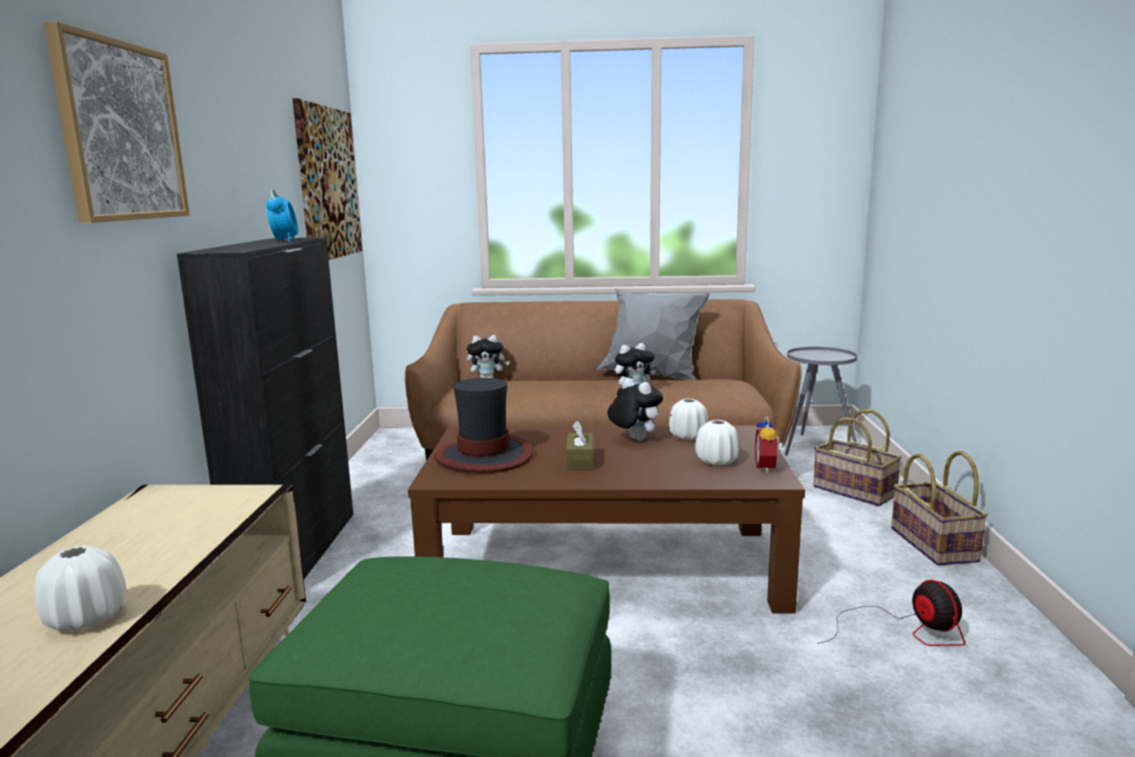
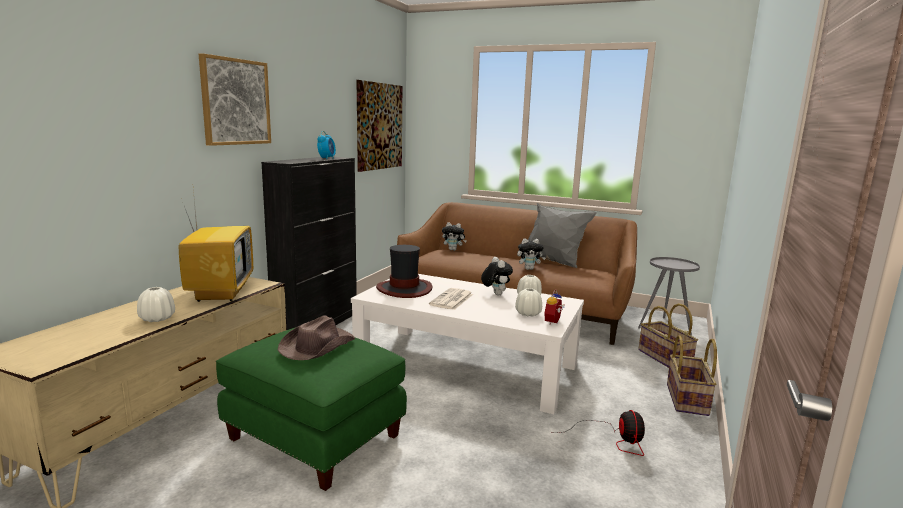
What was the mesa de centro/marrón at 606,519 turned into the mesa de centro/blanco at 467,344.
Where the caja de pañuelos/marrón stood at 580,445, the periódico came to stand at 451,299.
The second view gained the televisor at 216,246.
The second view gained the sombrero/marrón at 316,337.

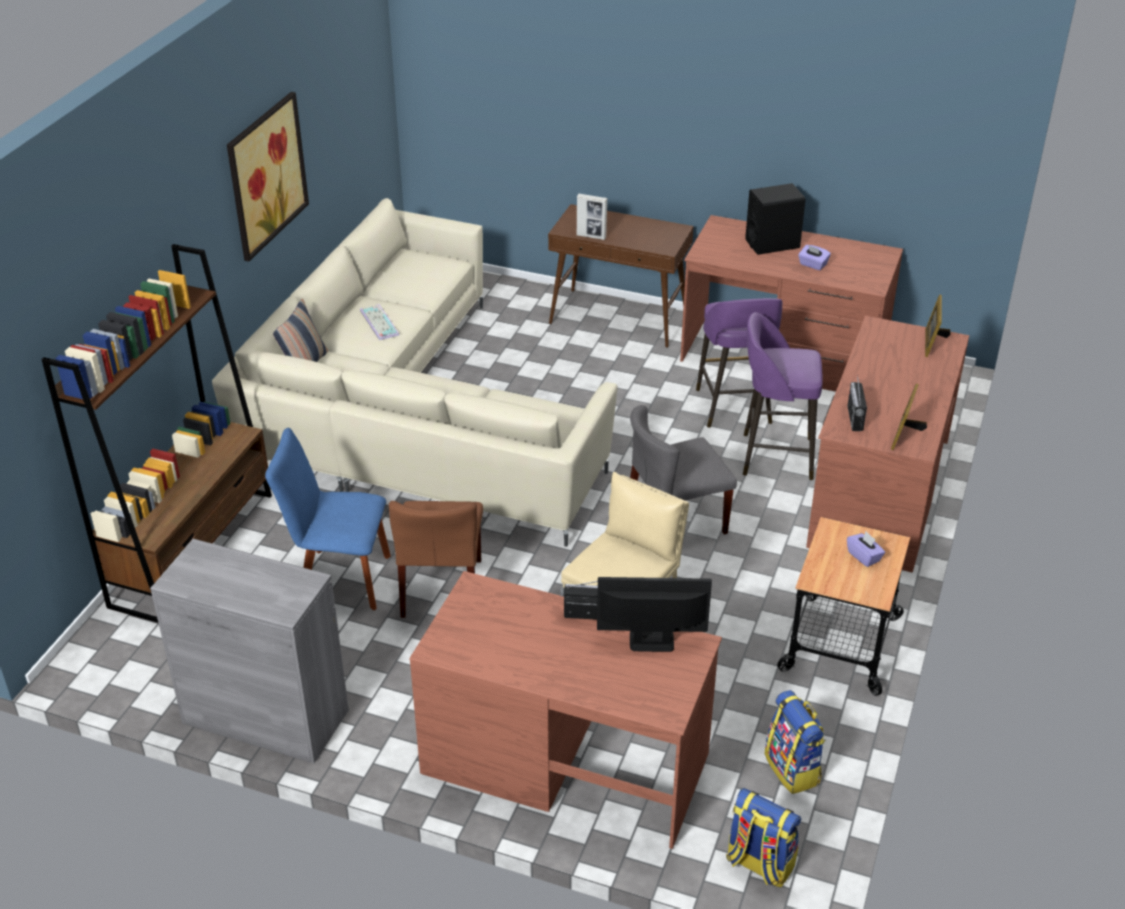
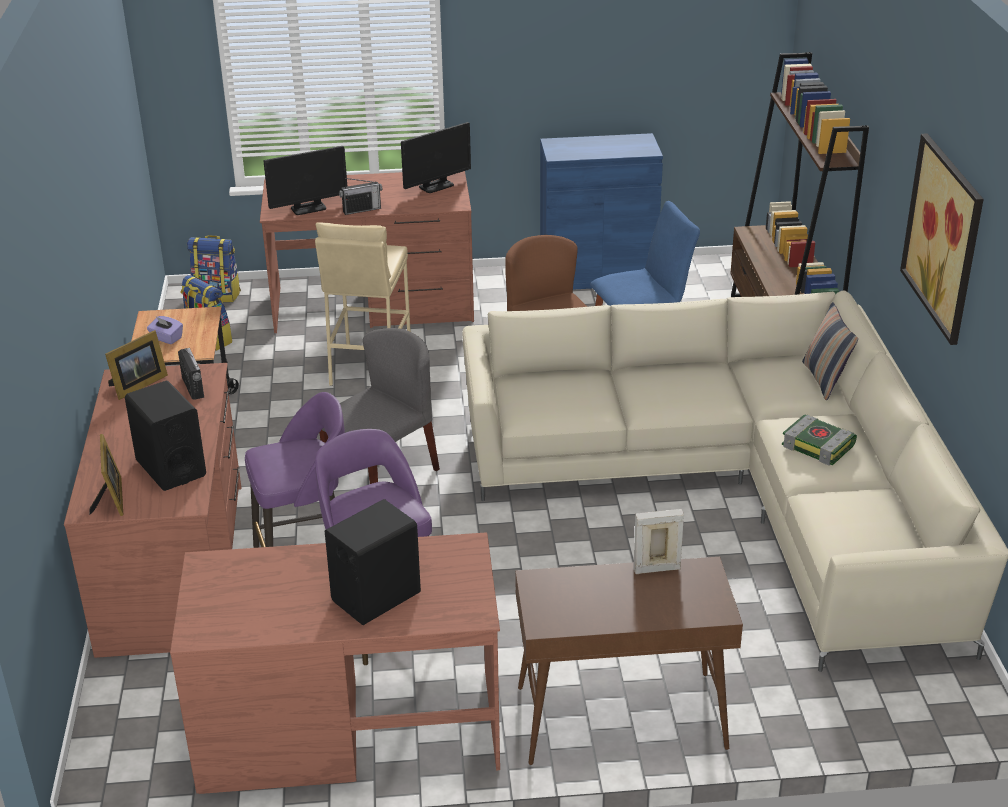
What was the armario/gris at 249,651 turned into the armario/azul at 601,211.
Where the teclado stood at 379,322, the libro came to stand at 819,440.
The second view lost the caja de pañuelos/morado at 814,257.
The portarretratos at 909,417 ended up facing another way, 45 degrees clockwise from before.
The second view gained the altavoz/negro at 165,436.
The second view gained the monitor at 436,157.

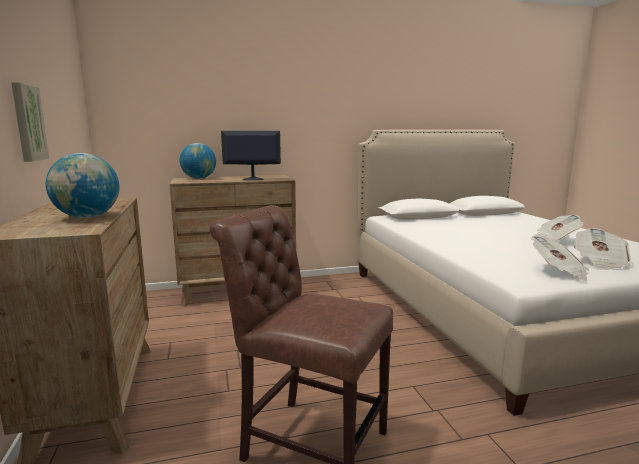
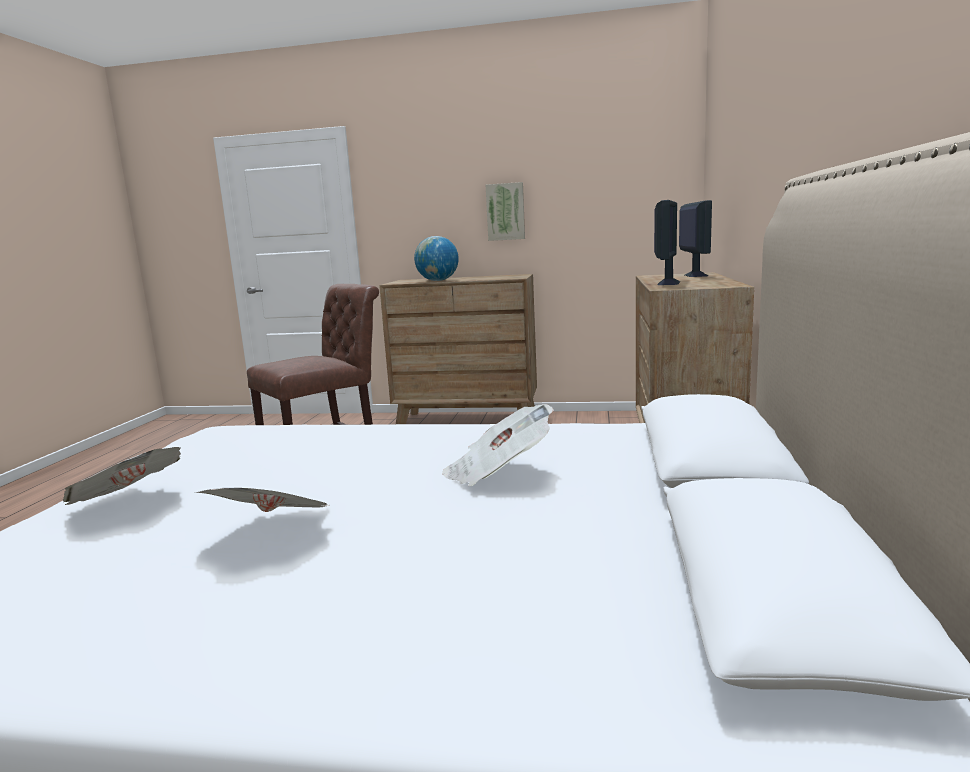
Where the globo terráqueo stood at 198,161, the monitor came to stand at 695,238.
The periódico ended up elsewhere, having gone from 561,258 to 498,445.

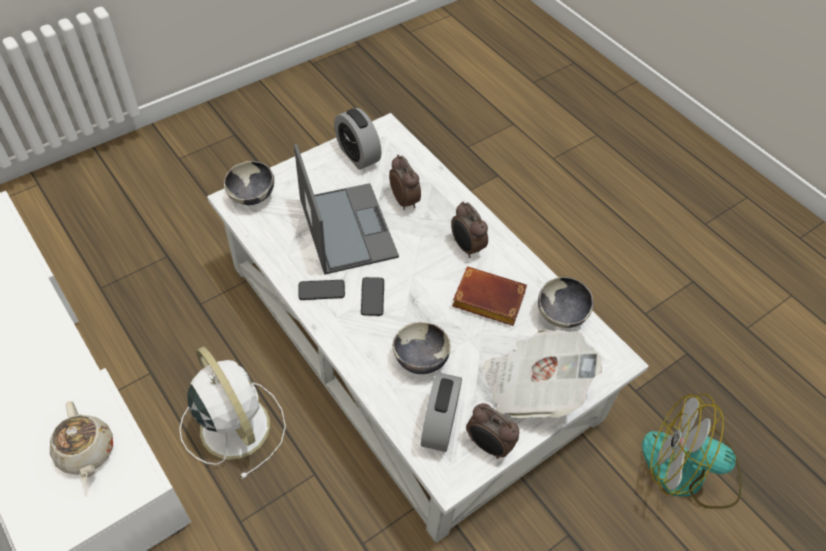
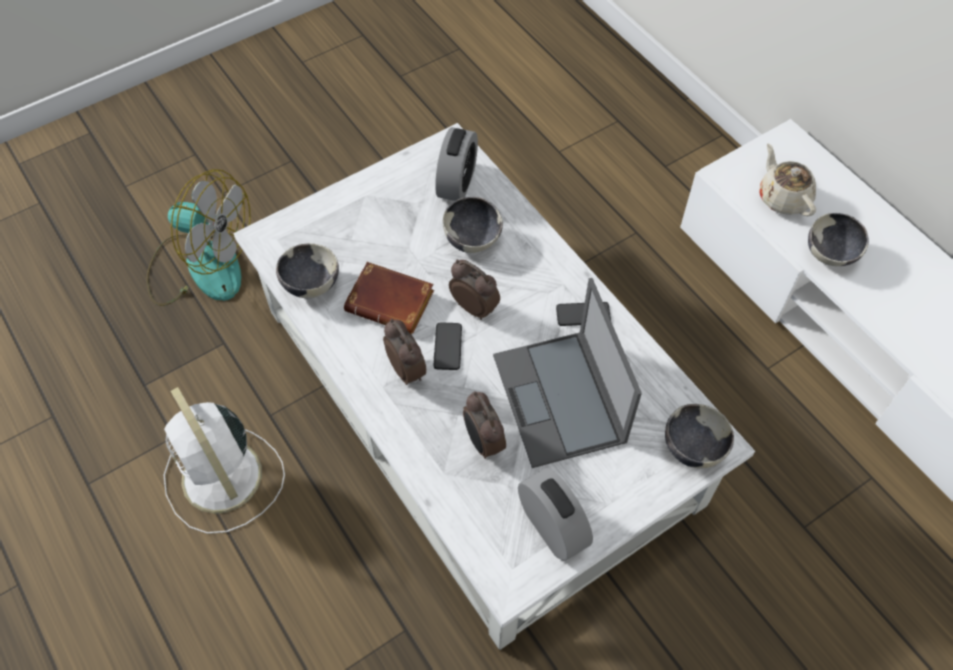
The ventilador/blanco ended up elsewhere, having gone from 232,412 to 224,460.
The móvil ended up elsewhere, having gone from 372,296 to 447,346.
The despertador ended up elsewhere, having gone from 492,431 to 474,290.
The second view lost the periódico at 542,374.
The second view gained the cuenco at 838,239.

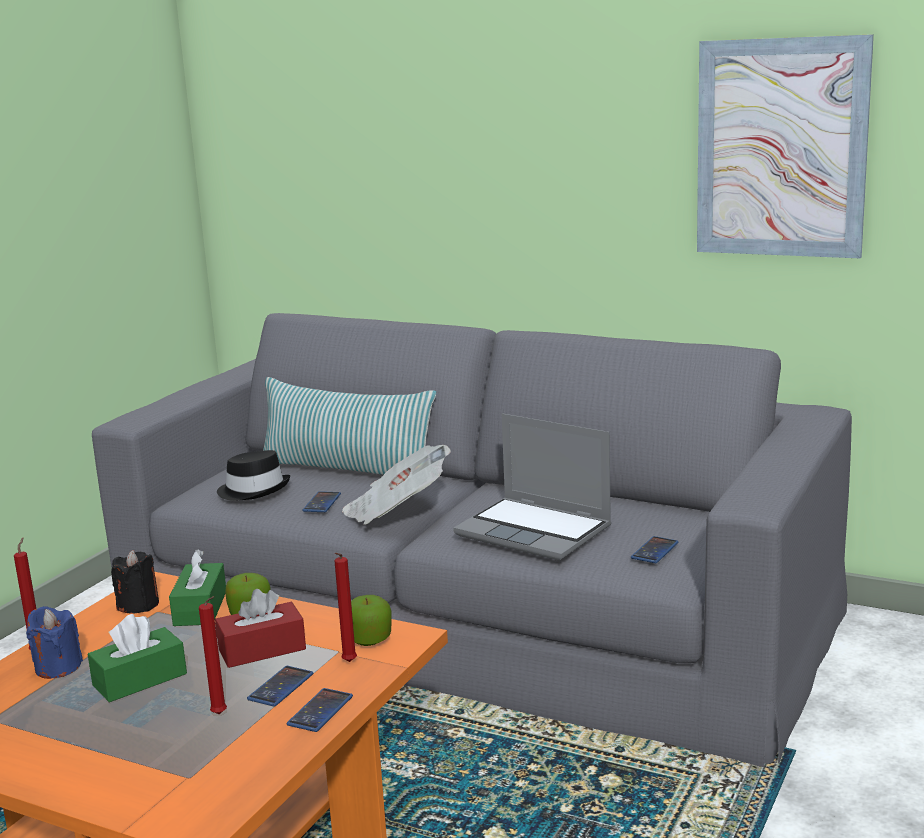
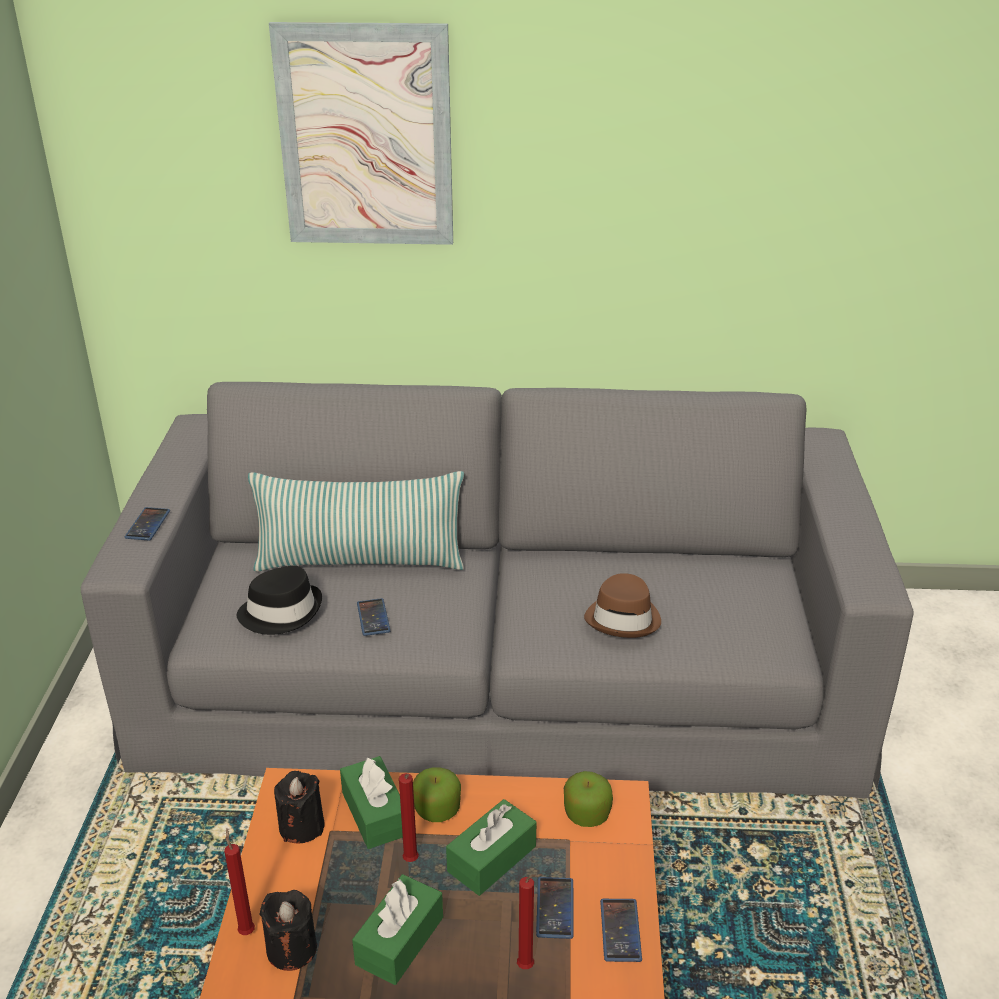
What was the vela/azul at 54,642 turned into the vela/negro at 288,930.
What was the caja de pañuelos/rojo at 260,628 turned into the caja de pañuelos/verde at 491,847.
The vela/rojo ended up elsewhere, having gone from 345,607 to 409,817.
The second view lost the periódico at 396,485.
Where the portátil stood at 532,487, the sombrero/marrón came to stand at 622,605.
The móvil ended up elsewhere, having gone from 655,549 to 147,524.
The cuadro ended up elsewhere, having gone from 785,146 to 361,133.

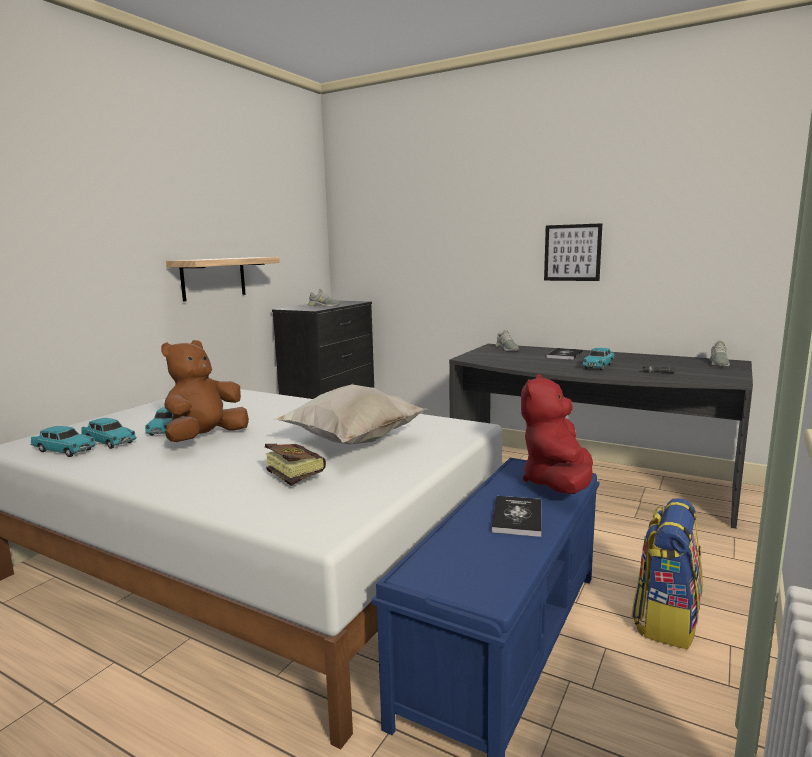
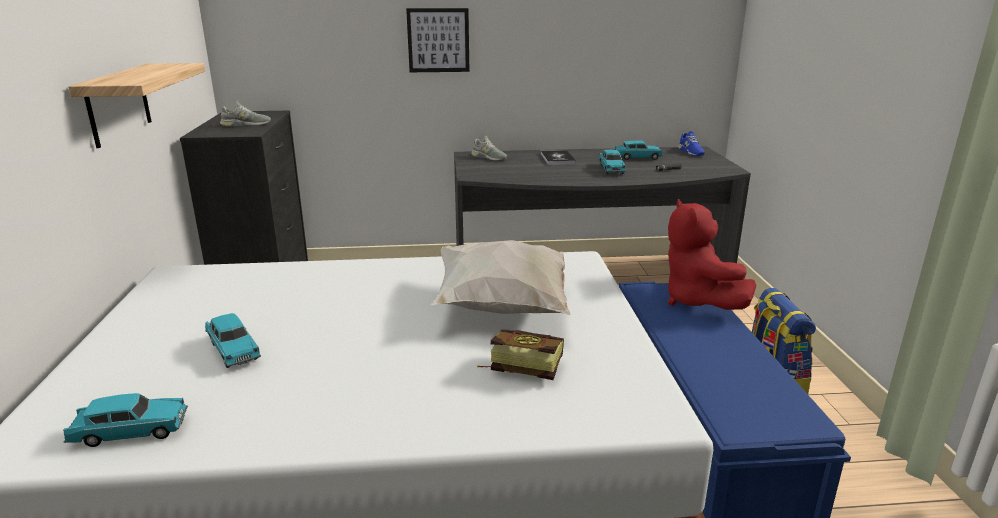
The coche de juguete/turquesa ended up elsewhere, having gone from 109,433 to 639,150.
The second view lost the peluche/marrón at 205,391.
The second view lost the libro at 516,516.
The cuadro ended up elsewhere, having gone from 573,252 to 438,40.
What was the zapato/gris at 719,353 turned into the zapato/azul at 691,143.

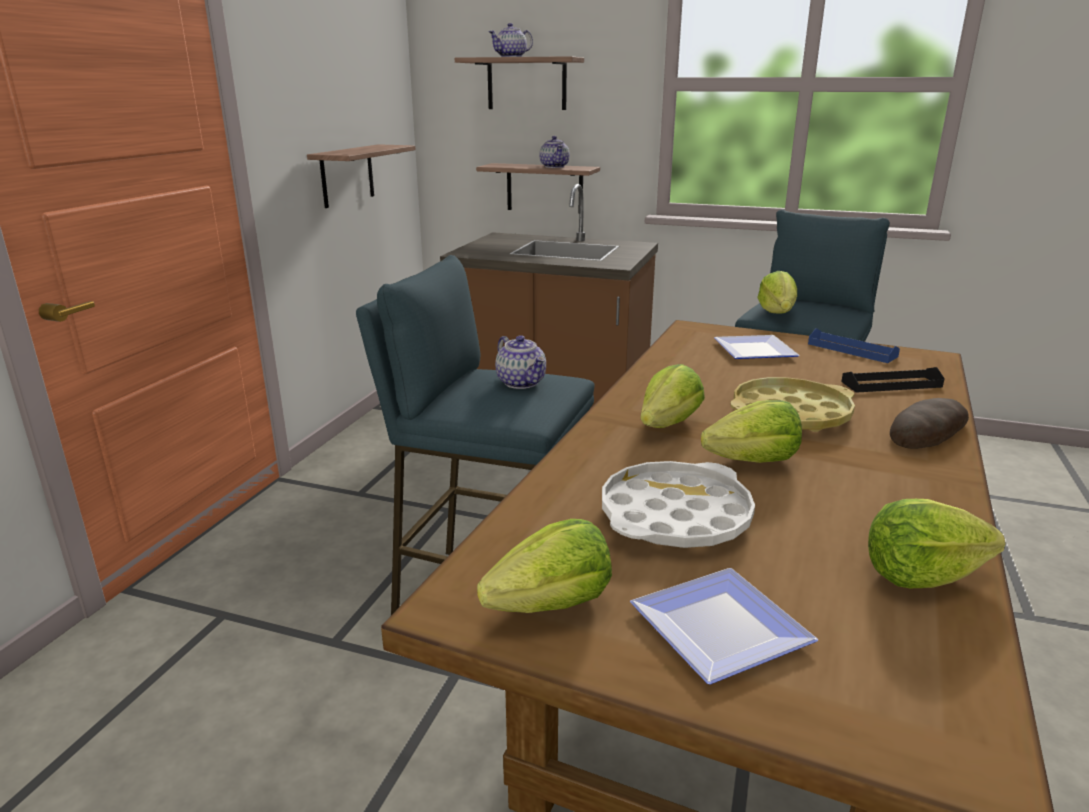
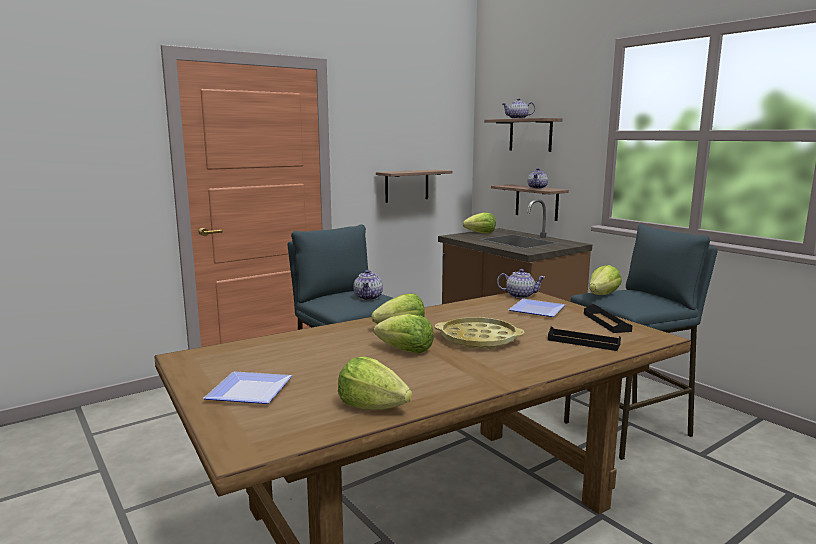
The lechuga ended up elsewhere, having gone from 544,566 to 479,223.
The second view lost the bandeja/blanco at 678,504.
What was the bandeja/azul at 854,345 turned into the bandeja/negro at 608,318.
The second view lost the pan at 929,423.
The second view gained the tetera at 521,283.

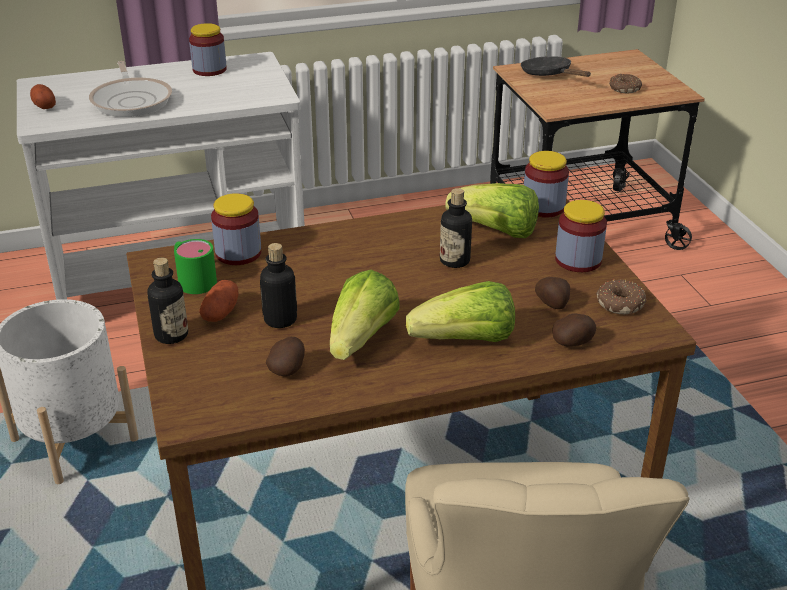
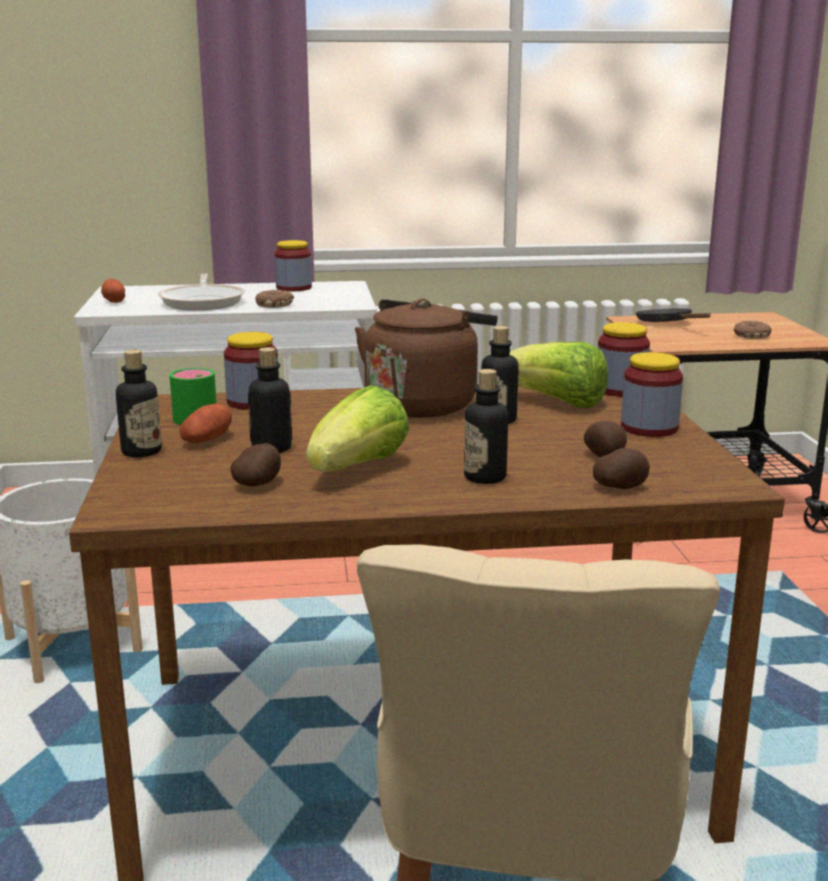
Where the lechuga stood at 460,311, the botella came to stand at 486,426.
The rosquilla ended up elsewhere, having gone from 621,296 to 274,298.
The second view gained the hervidor/marrón at 426,358.

